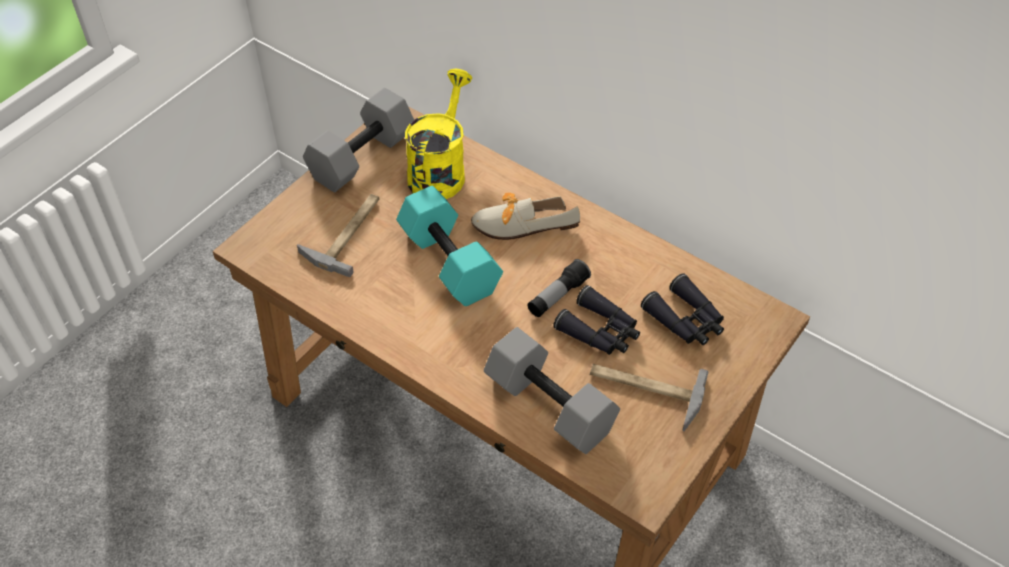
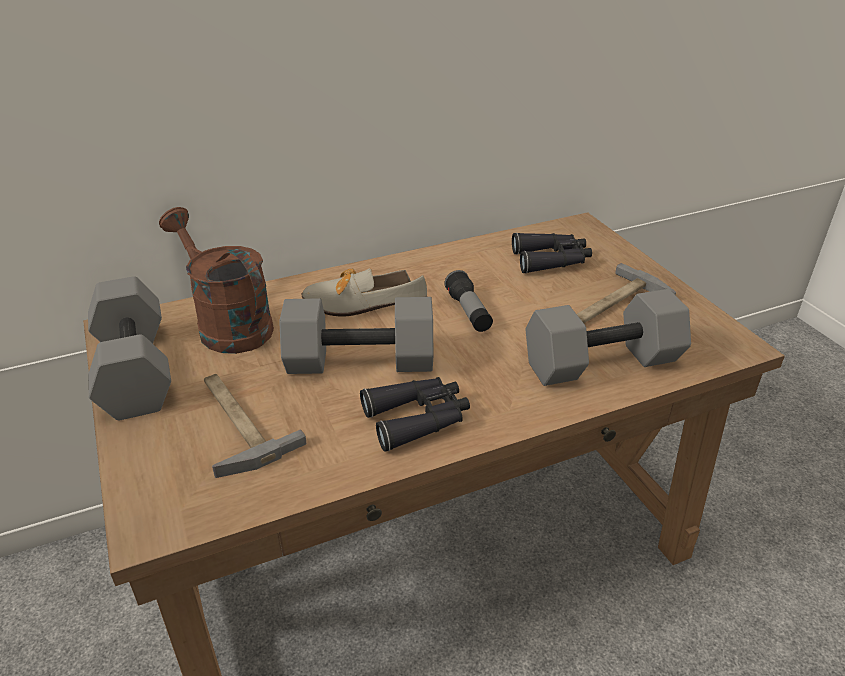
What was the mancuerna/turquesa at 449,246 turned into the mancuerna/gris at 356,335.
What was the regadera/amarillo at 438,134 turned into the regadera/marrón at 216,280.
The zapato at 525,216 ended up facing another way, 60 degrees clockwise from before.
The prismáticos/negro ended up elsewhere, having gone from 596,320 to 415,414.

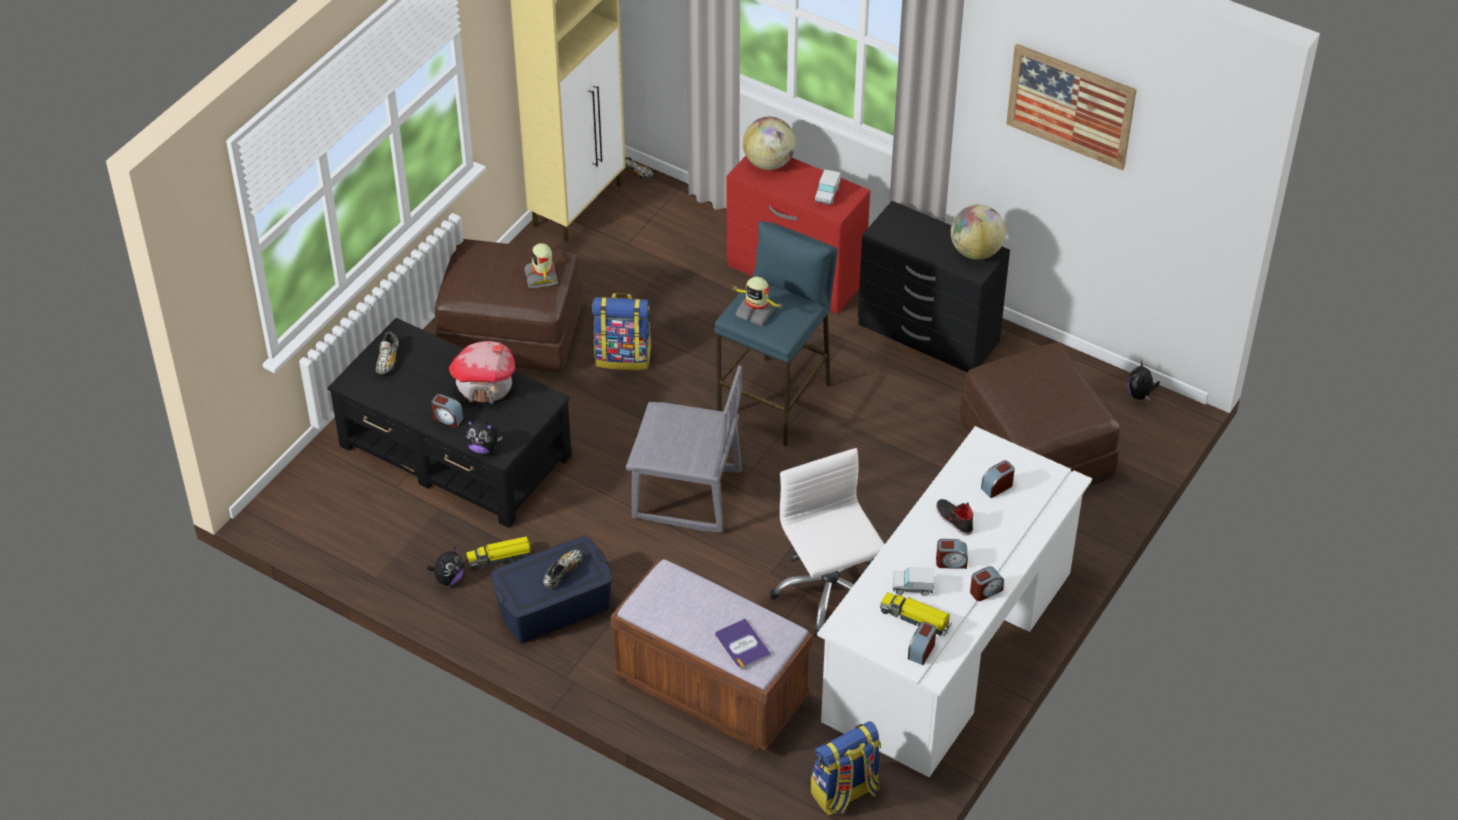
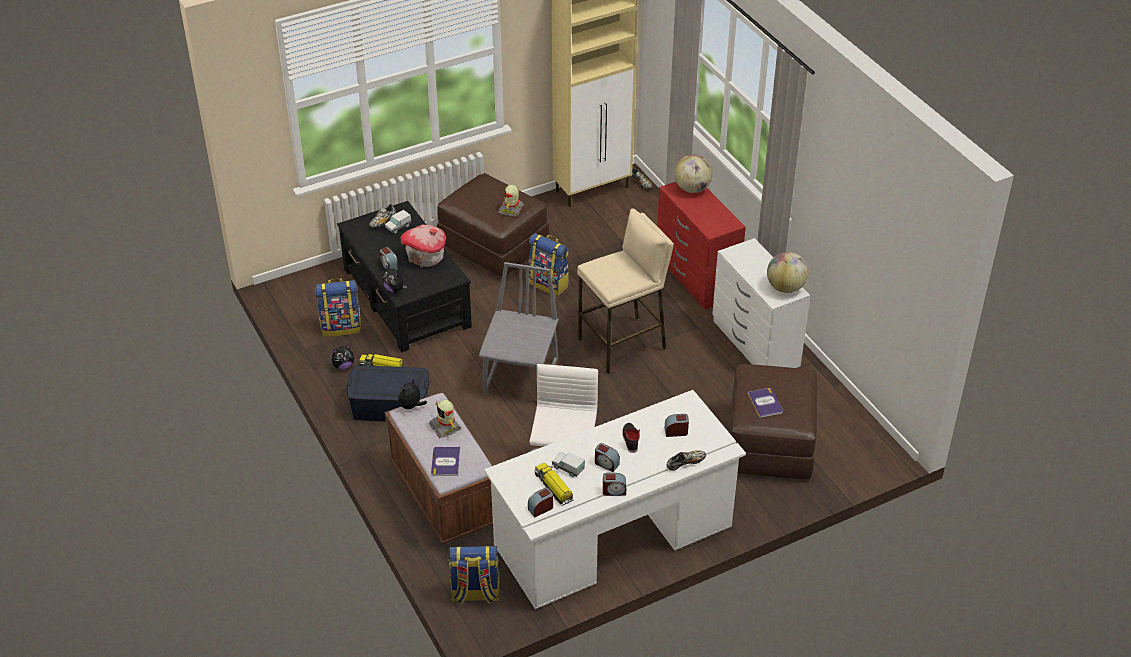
The zapato ended up elsewhere, having gone from 563,569 to 686,460.
The silla/gris at 684,449 ended up facing another way, 120 degrees counterclockwise from before.
What was the taburete/azul at 776,334 turned into the taburete/beis at 625,291.
The robot de juguete ended up elsewhere, having gone from 756,301 to 445,419.
The camión de juguete ended up elsewhere, having gone from 828,187 to 398,222.
What was the cómoda/negro at 934,286 turned into the cómoda/blanco at 761,303.
The second view lost the cuadro at 1071,107.
The peluche ended up elsewhere, having gone from 1143,380 to 412,394.
The second view gained the mochila at 338,307.
The second view gained the libro at 765,403.

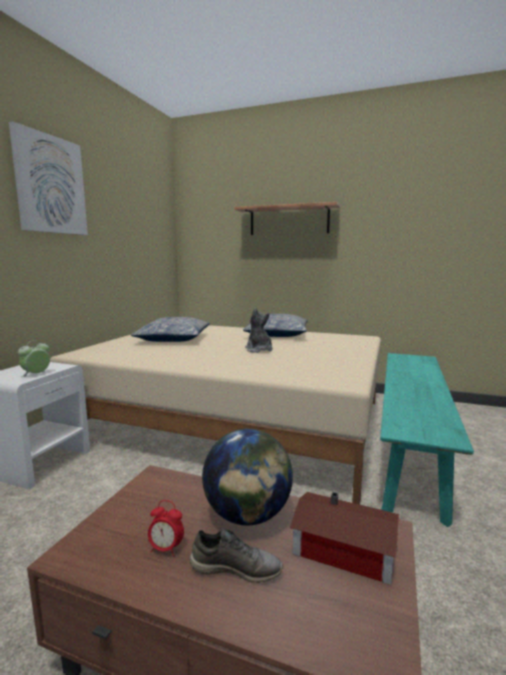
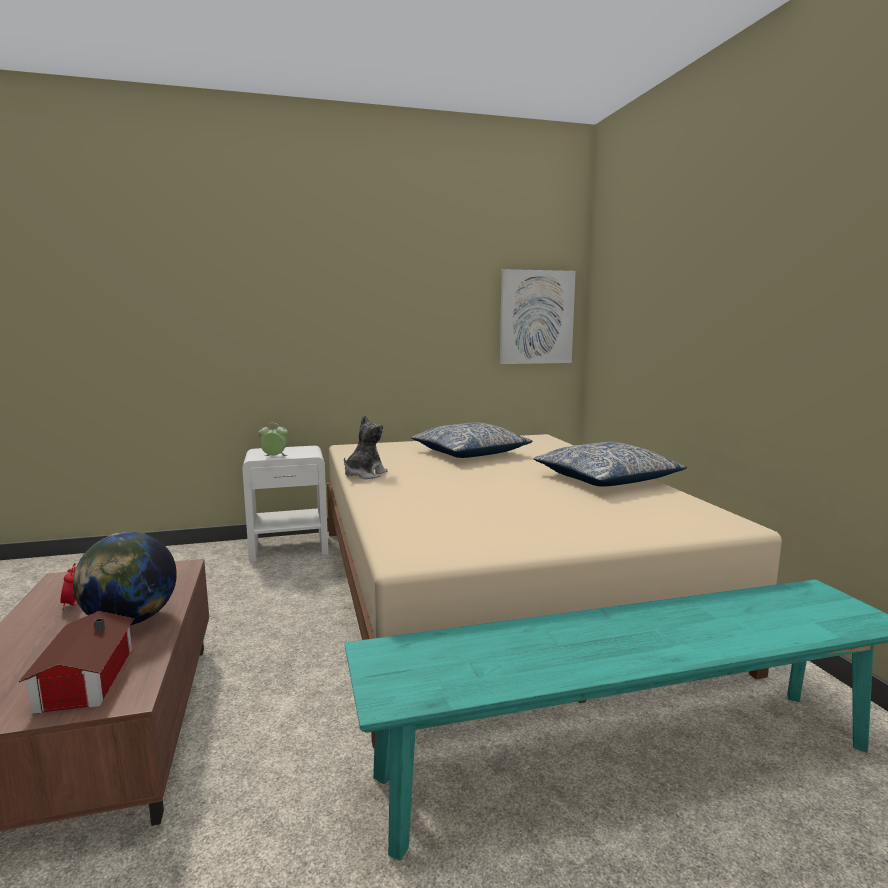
The cuadro ended up elsewhere, having gone from 48,178 to 538,316.
The second view lost the zapato/gris at 236,555.
The second view lost the estante at 287,218.
The peluche ended up elsewhere, having gone from 259,330 to 366,447.

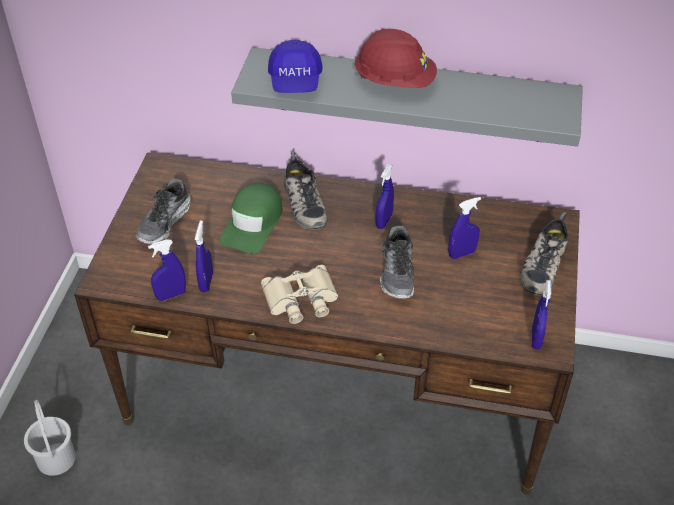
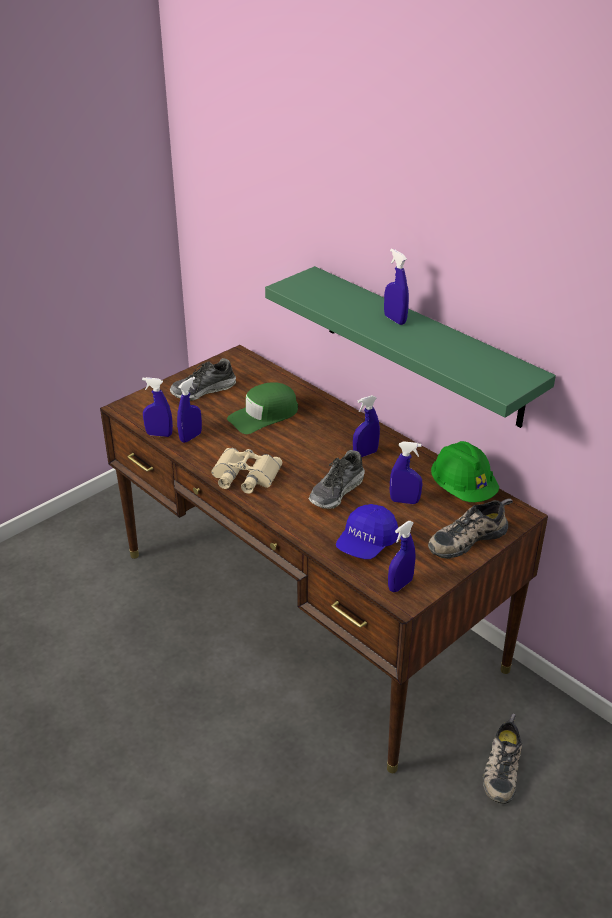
The second view lost the cubo/blanco at 50,438.
What was the estante/gris at 407,97 turned into the estante/verde at 410,347.
The gorra/azul ended up elsewhere, having gone from 295,66 to 367,531.
The zapato ended up elsewhere, having gone from 306,191 to 502,758.
Where the casco/rojo stood at 395,58, the pulverizador/azul came to stand at 396,286.
The second view gained the casco/verde at 465,471.

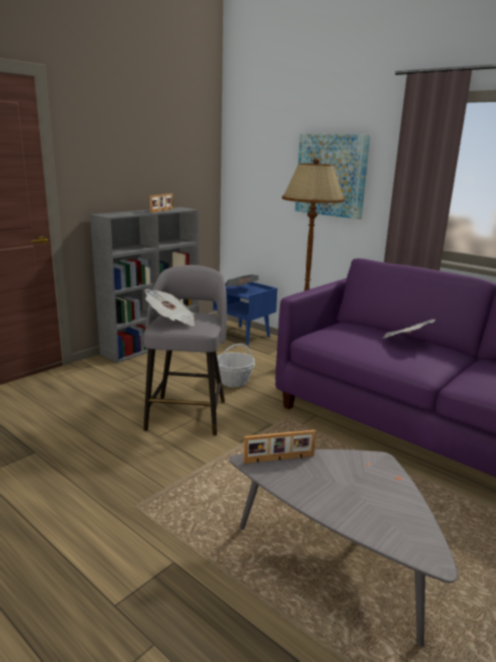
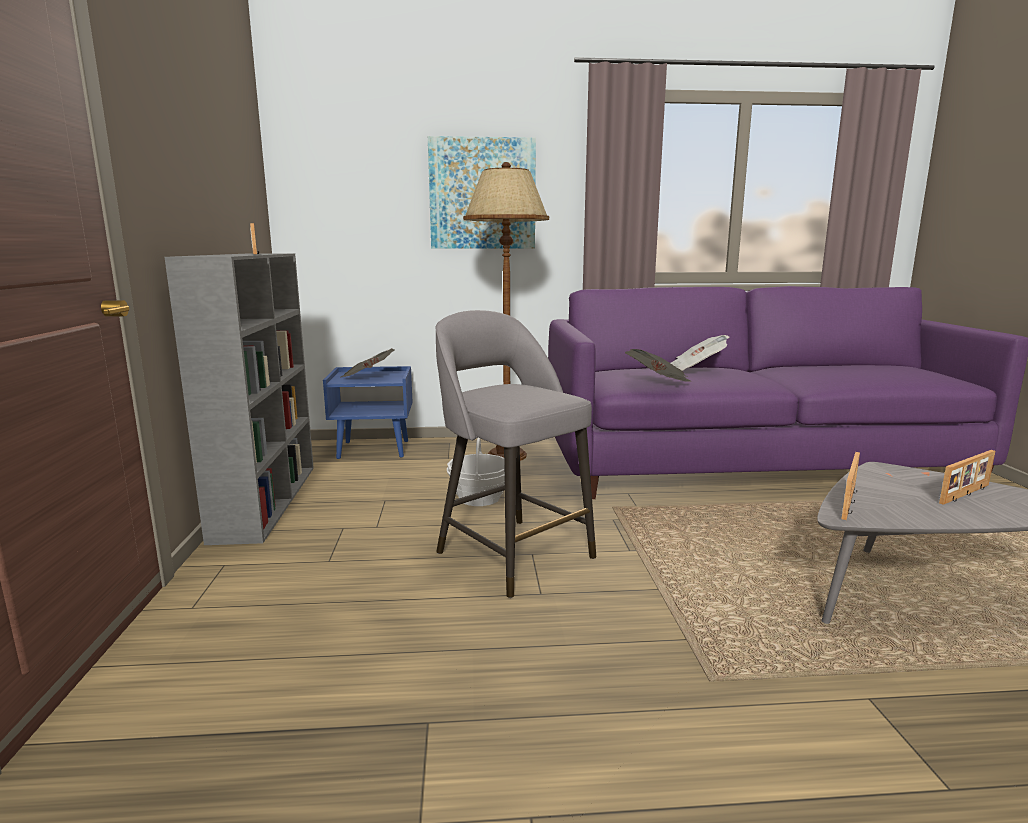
The periódico ended up elsewhere, having gone from 170,307 to 658,365.
The second view gained the portarretratos at 967,477.

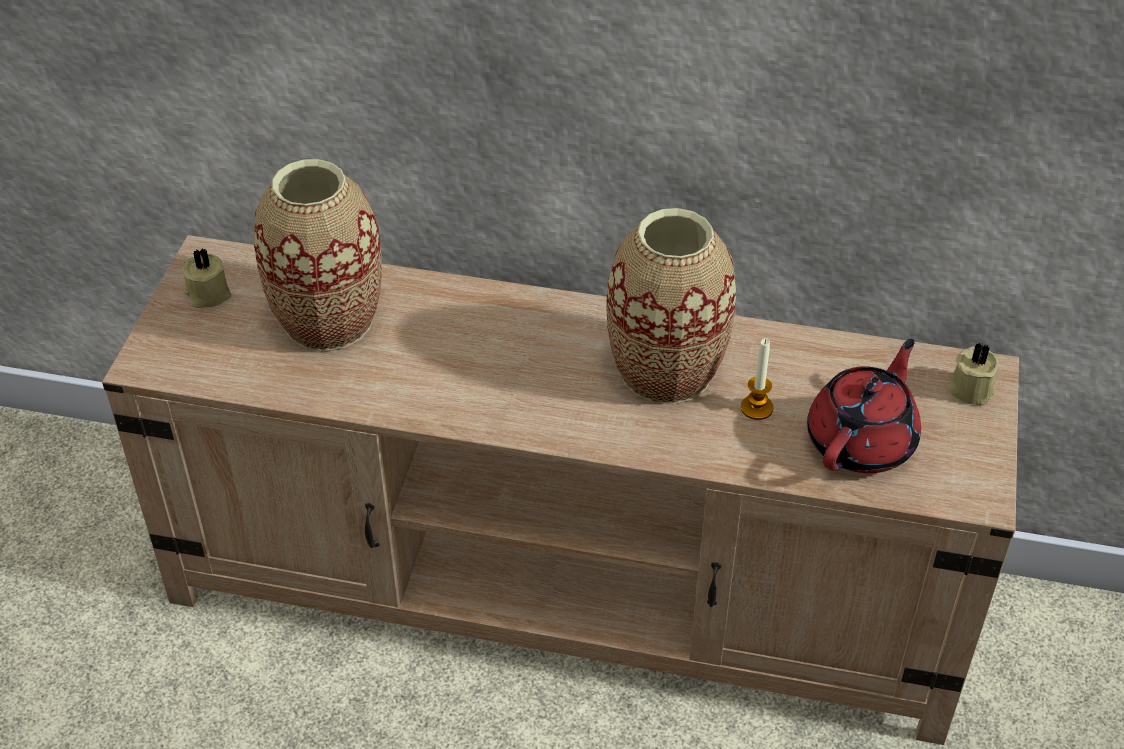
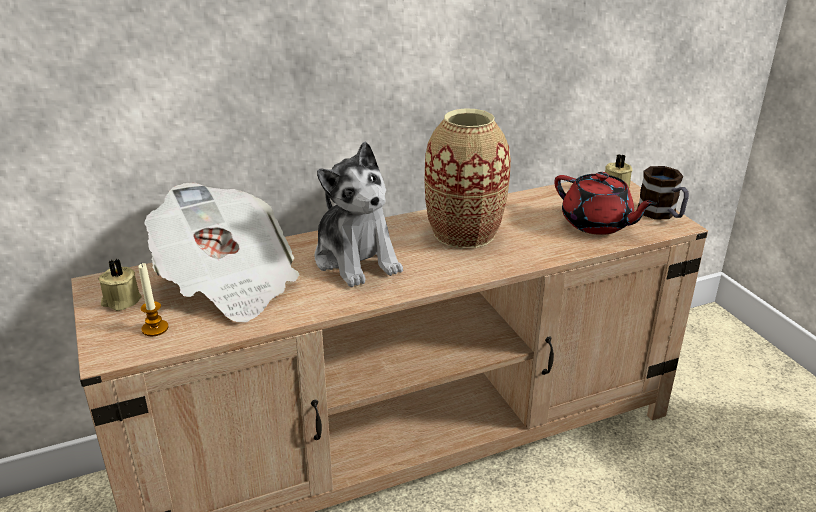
Where the florero stood at 318,255, the periódico came to stand at 222,252.
The vela ended up elsewhere, having gone from 757,379 to 153,299.
The tetera/rojo at 864,406 ended up facing another way, 135 degrees clockwise from before.
The second view gained the peluche at 359,214.
The second view gained the taza grande at 663,193.

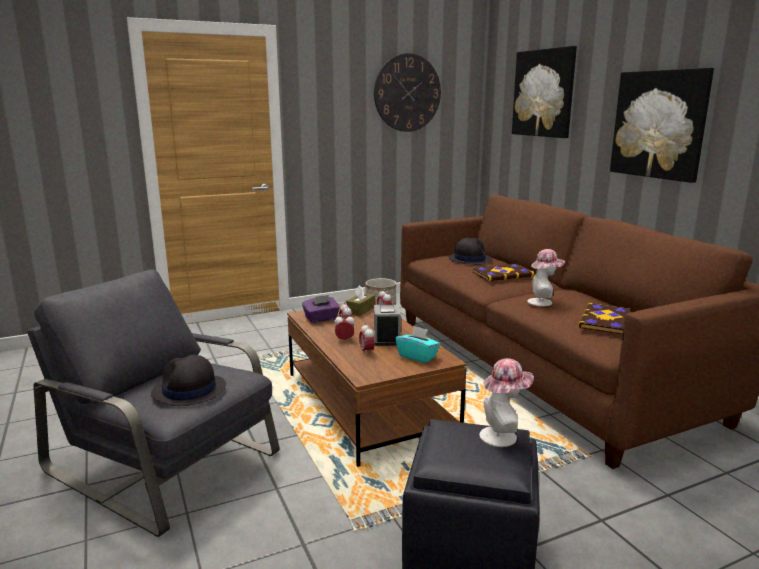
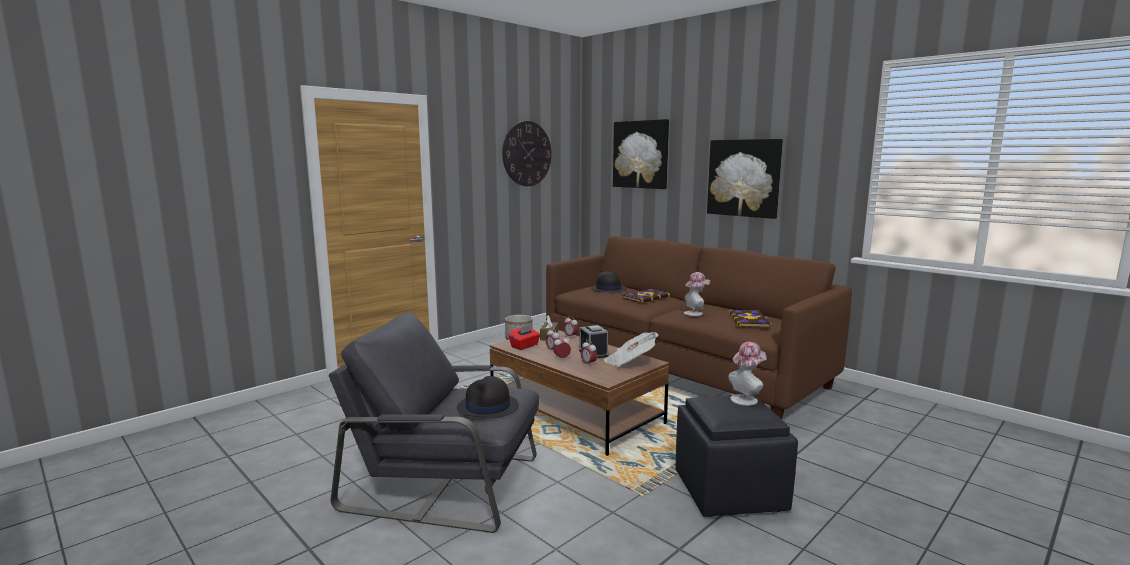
What was the caja de pañuelos/morado at 321,309 turned into the caja de pañuelos/rojo at 524,337.
Where the caja de pañuelos/turquesa stood at 418,344, the periódico came to stand at 631,349.

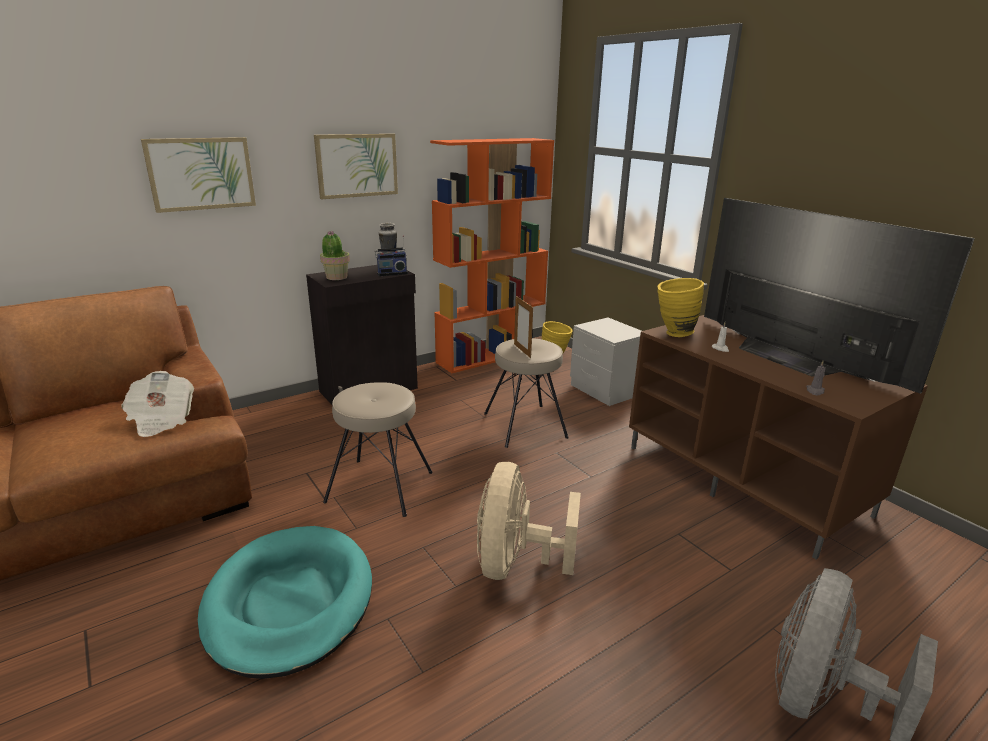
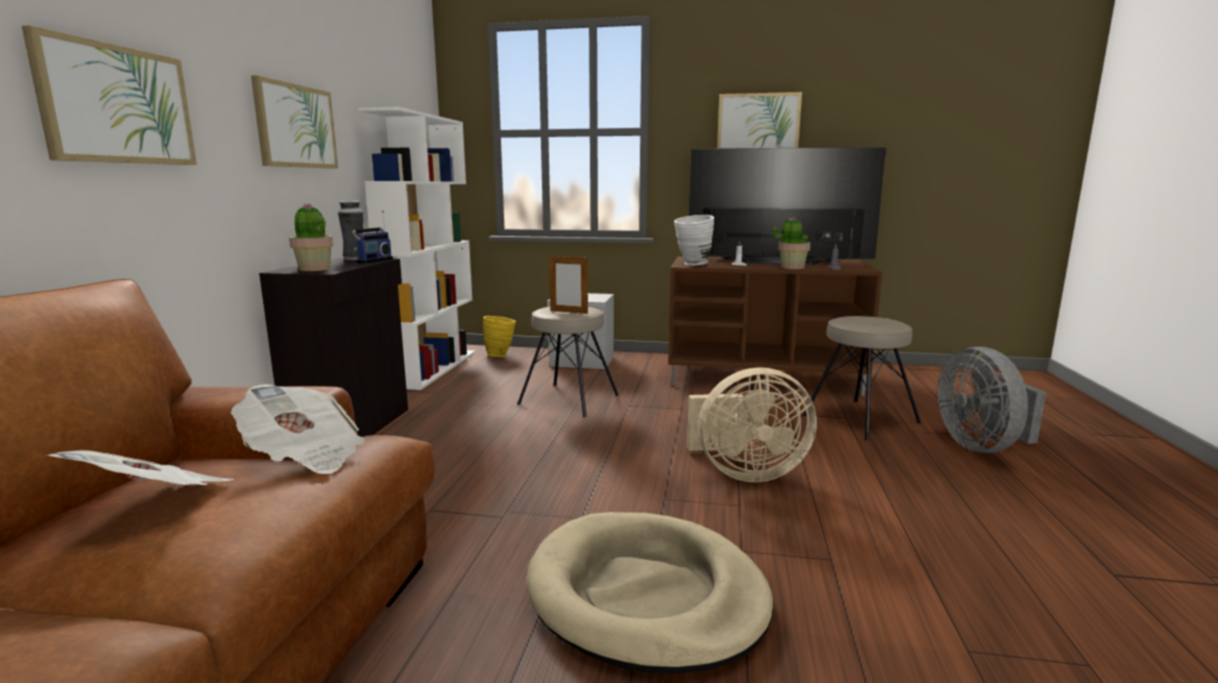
What was the cama para perro/turquesa at 285,602 turned into the cama para perro/beis at 650,593.
The taburete/beis ended up elsewhere, having gone from 378,449 to 862,378.
What was the estantería/naranja at 492,255 turned into the estantería/blanco at 416,248.
The ventilador/beis at 529,521 ended up facing another way, 60 degrees counterclockwise from before.
What was the florero/amarillo at 681,307 turned into the florero/blanco at 694,240.
The second view gained the periódico at 139,467.
The second view gained the cuadro at 759,120.
The second view gained the planta en maceta at 791,243.

